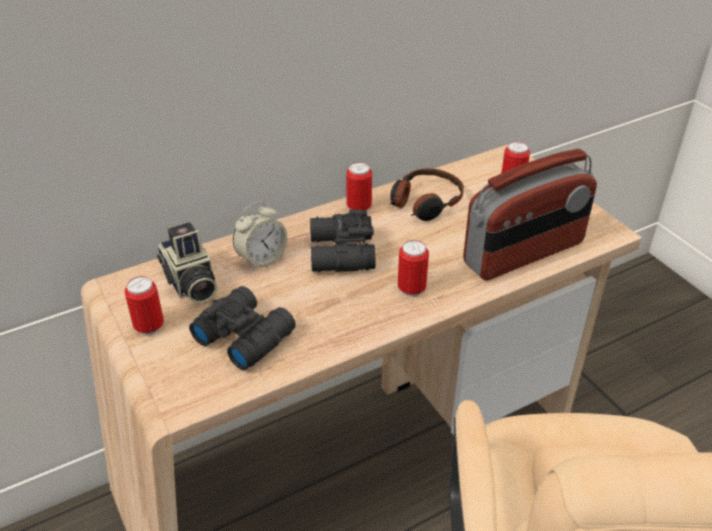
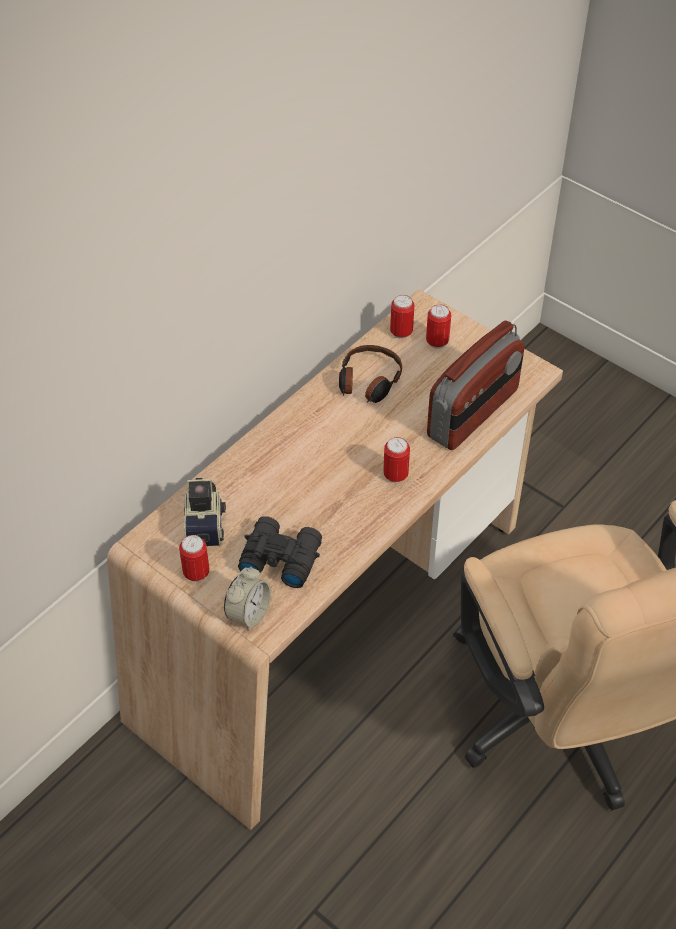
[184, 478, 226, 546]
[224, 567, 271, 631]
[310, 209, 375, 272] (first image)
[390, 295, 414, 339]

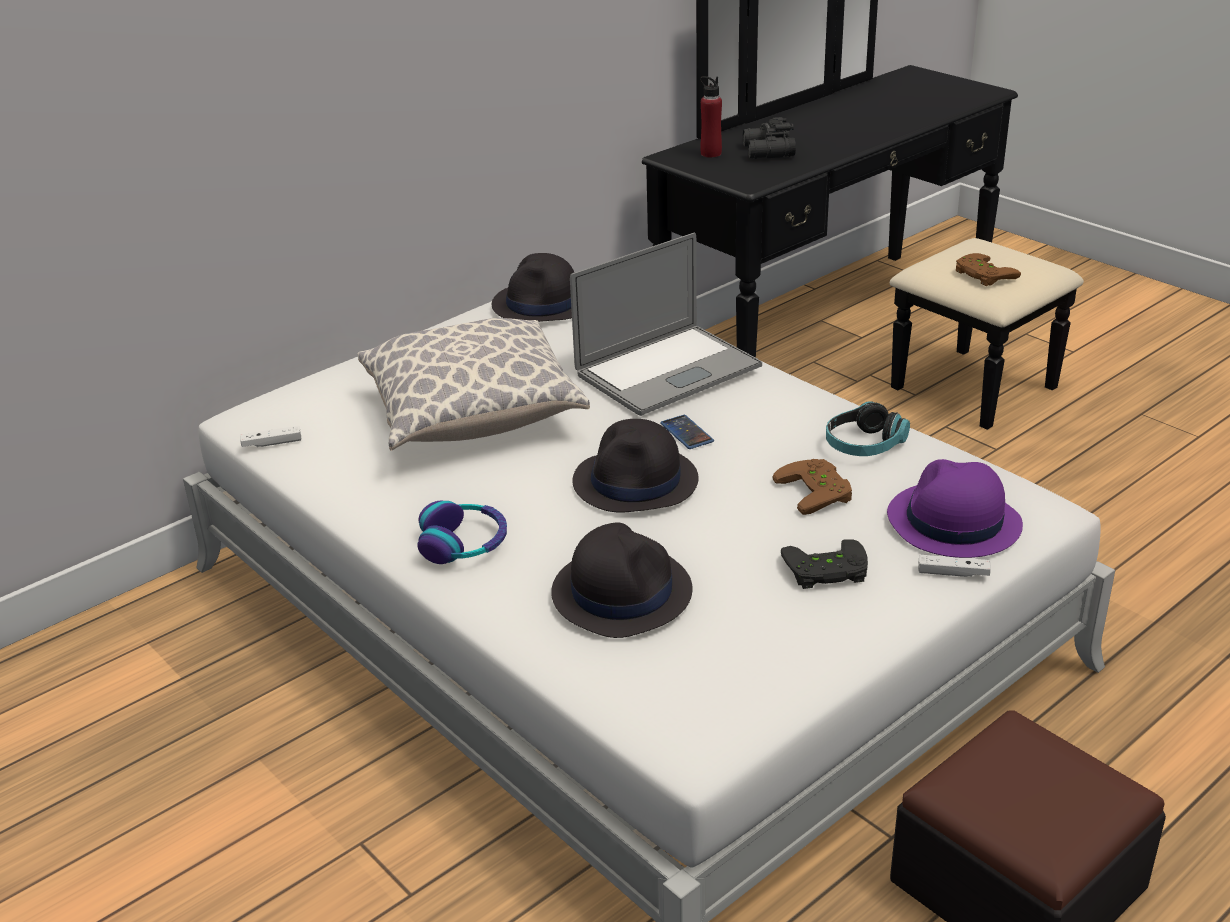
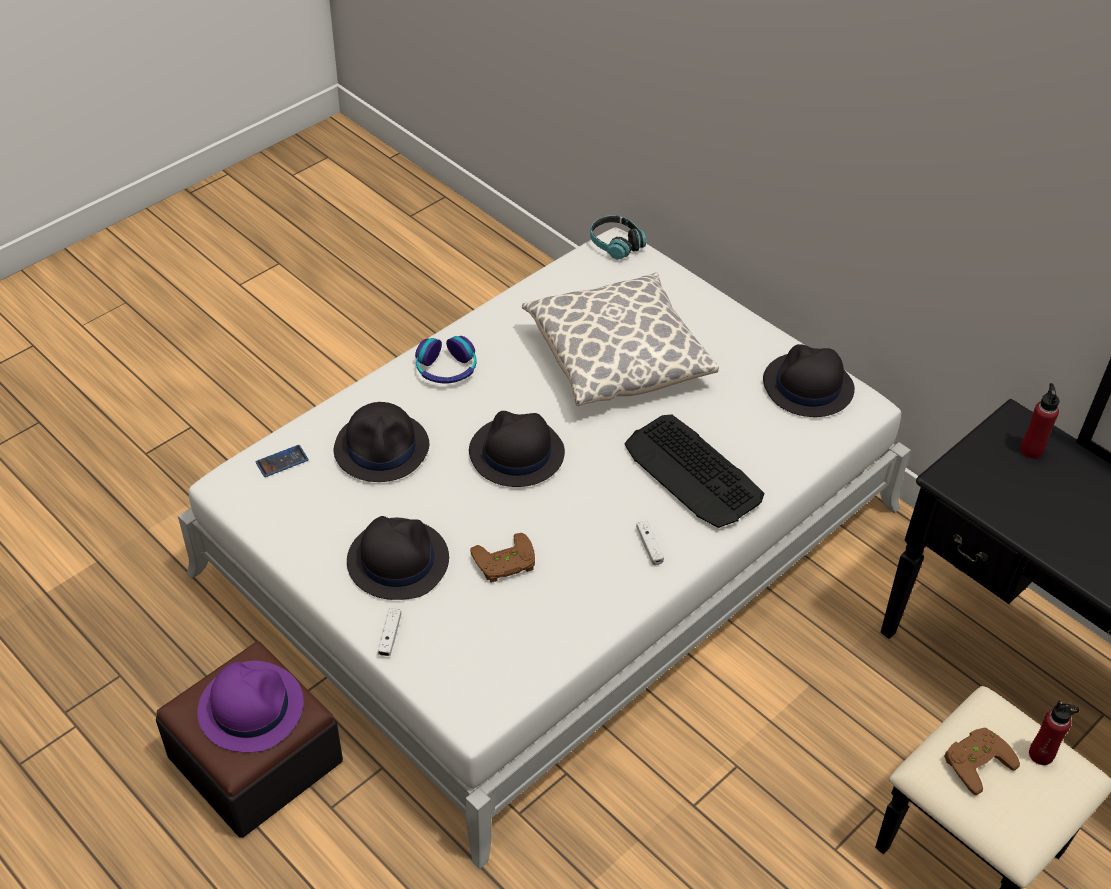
[636, 521, 664, 565]
[625, 414, 764, 528]
[256, 445, 309, 477]
[743, 117, 796, 159] (first image)
[347, 516, 449, 600]
[590, 215, 646, 260]
[197, 661, 304, 752]
[1029, 701, 1079, 765]

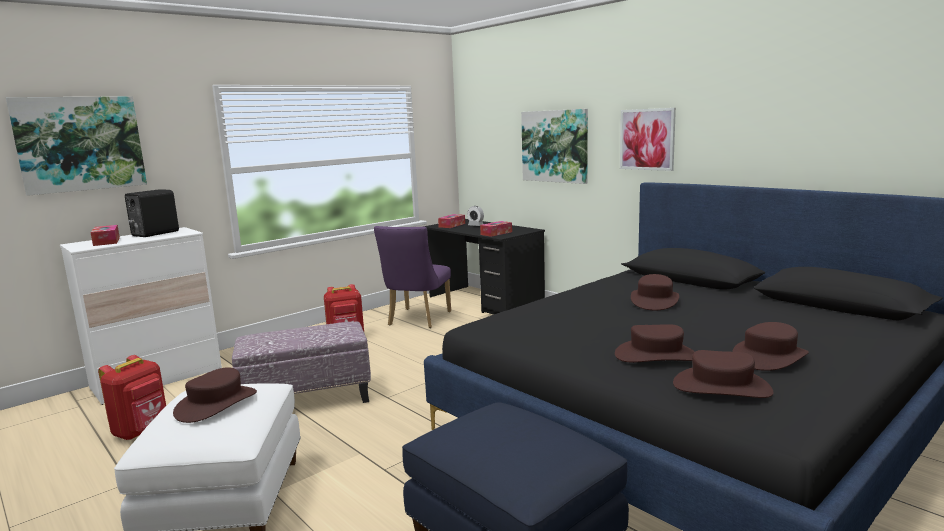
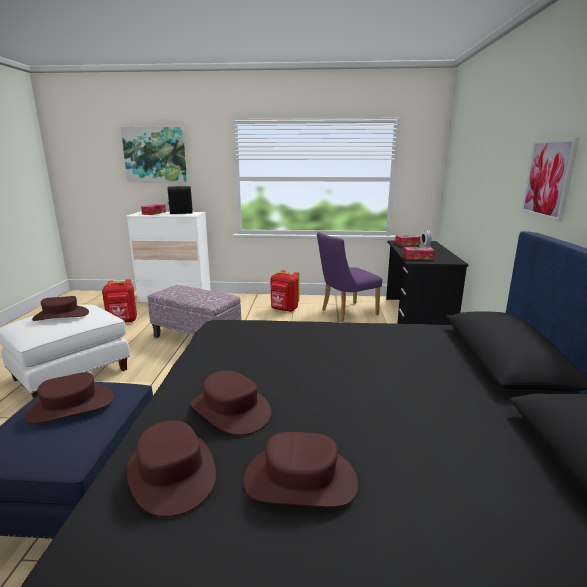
[521, 109, 588, 184] (first image)
[25, 372, 114, 424]

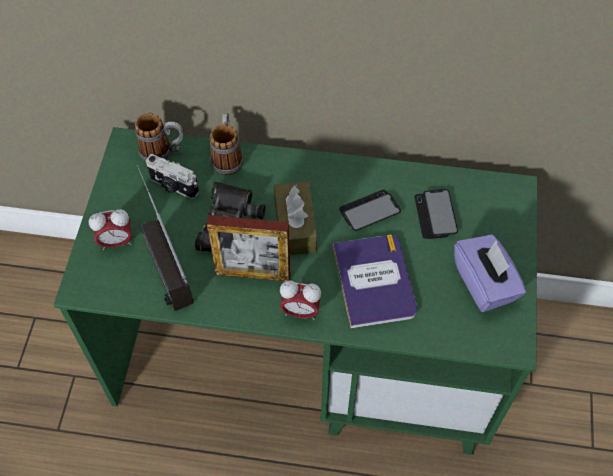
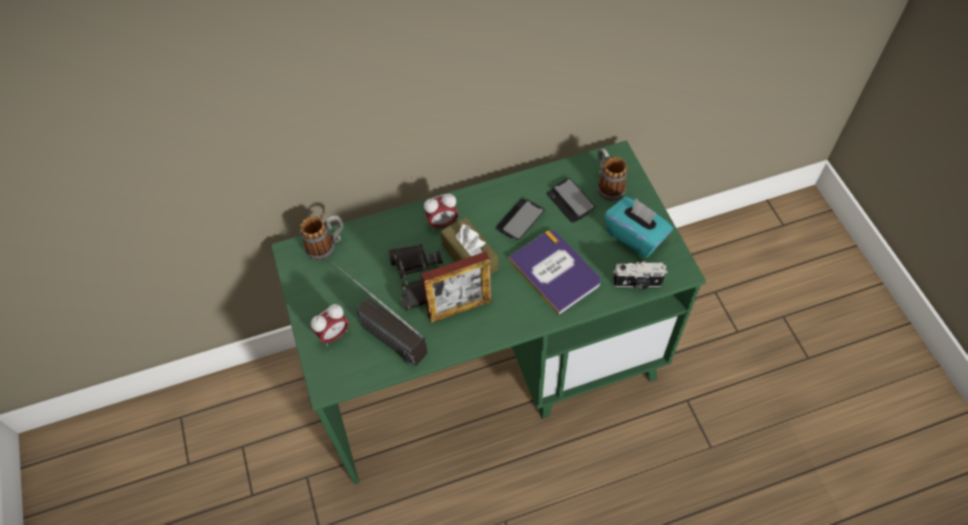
[613, 261, 667, 290]
[597, 148, 627, 201]
[424, 194, 458, 231]
[604, 196, 673, 258]

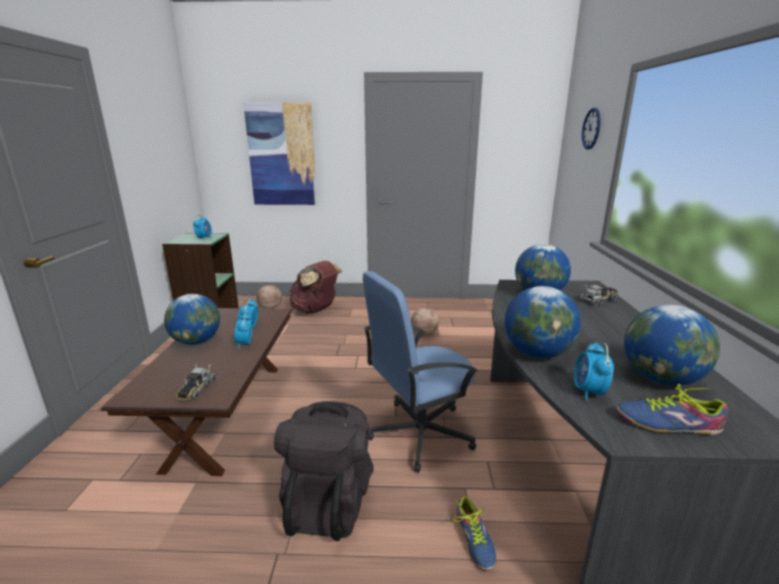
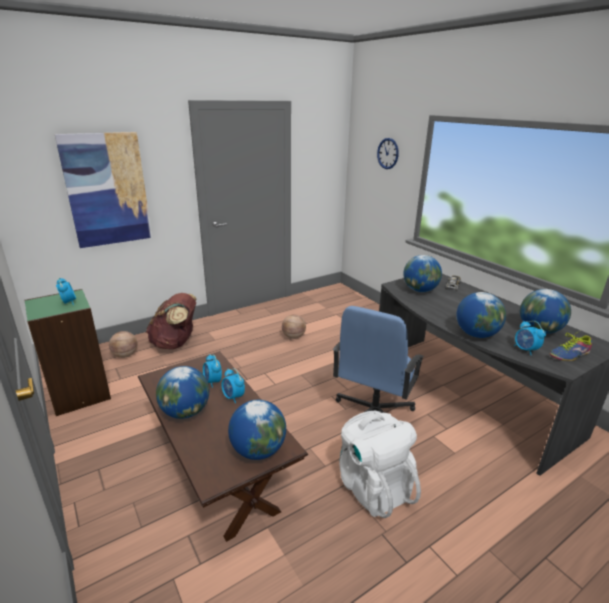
[228, 400, 286, 460]
[339, 410, 421, 518]
[453, 496, 496, 571] (first image)

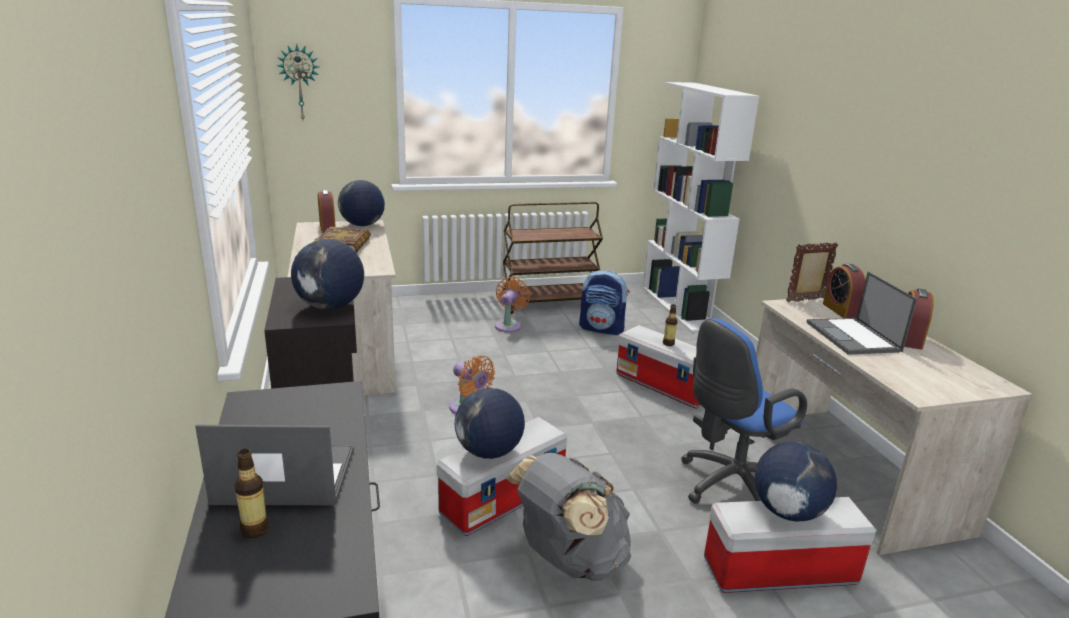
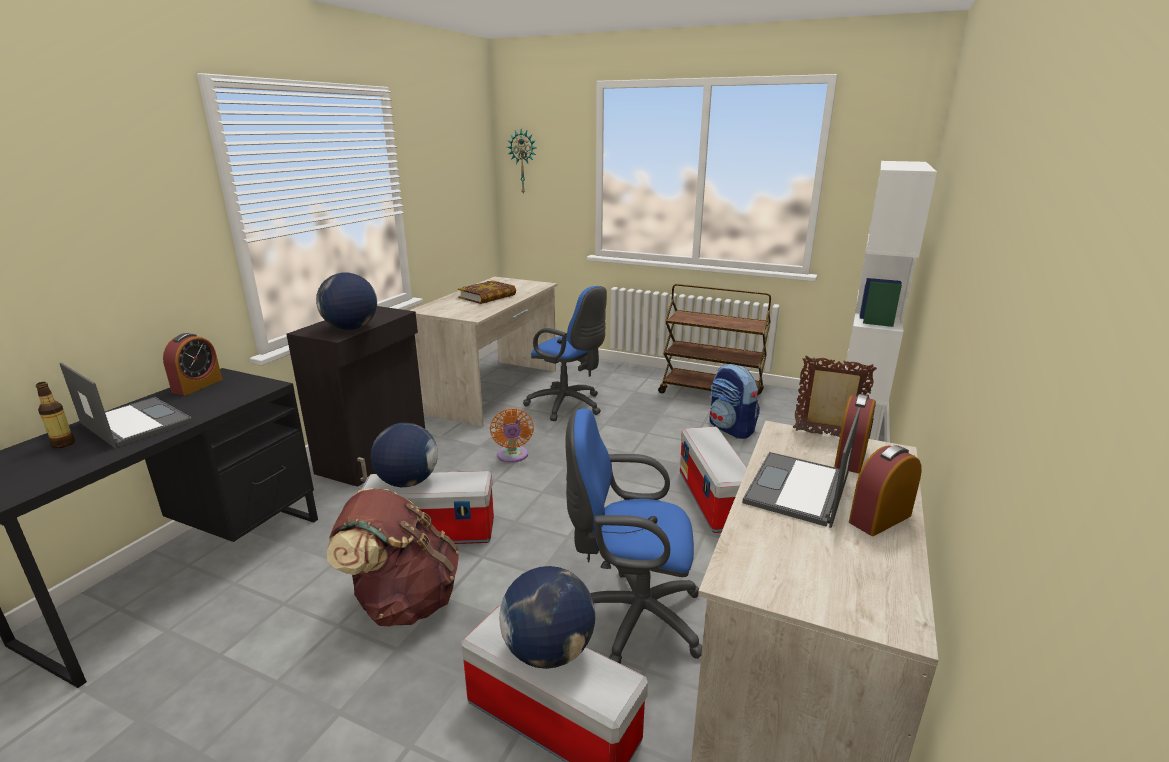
[163, 333, 222, 396]
[338, 180, 385, 226] (first image)
[495, 277, 530, 332] (first image)
[327, 488, 459, 626]
[663, 305, 677, 346] (first image)
[523, 286, 607, 421]

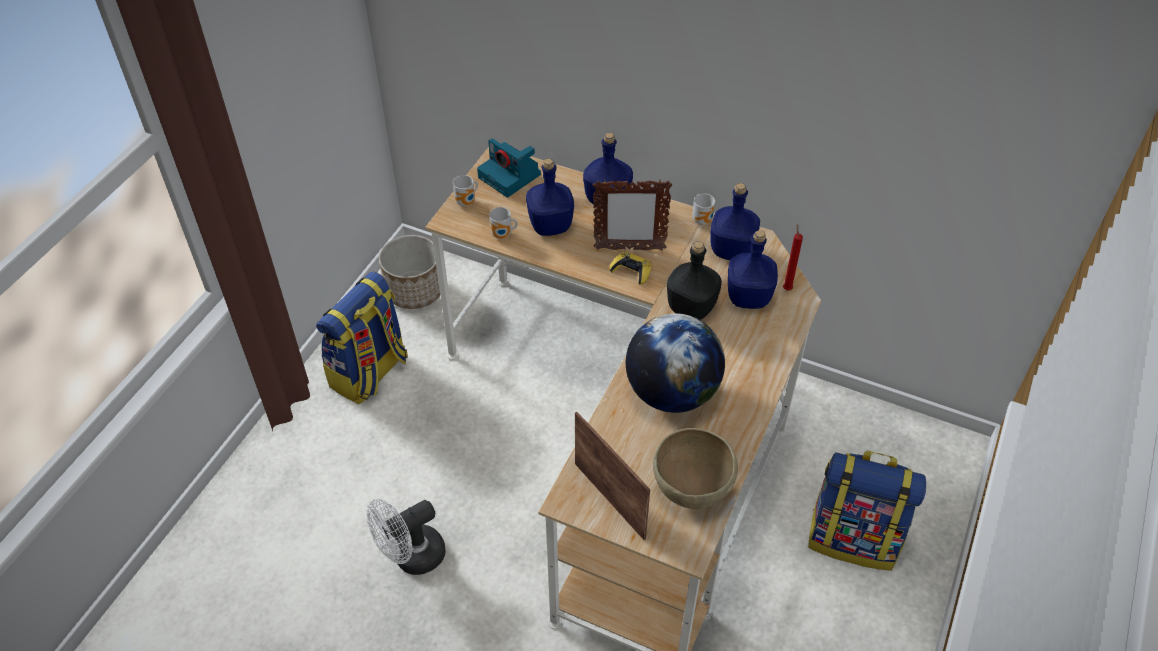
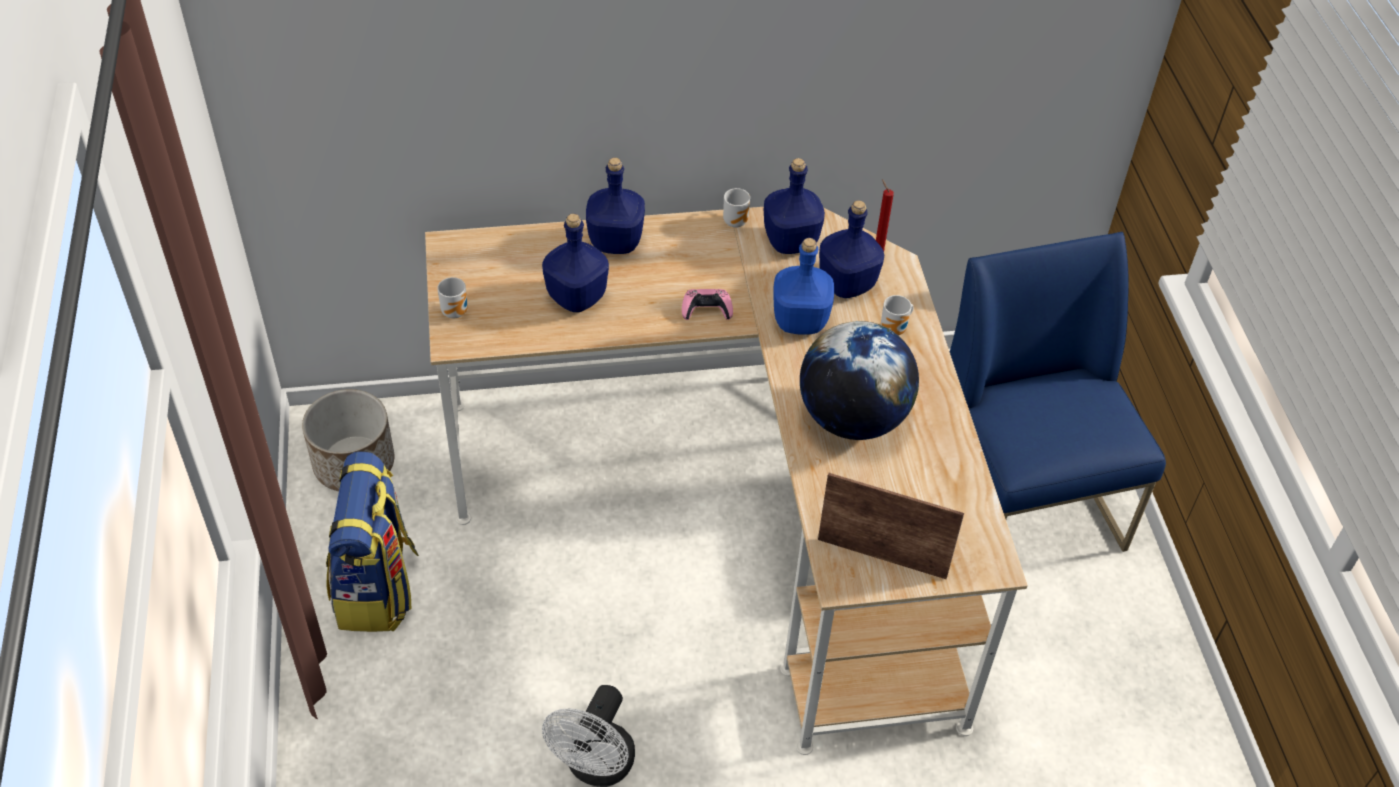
[477, 138, 541, 197] (first image)
[881, 295, 914, 336]
[593, 179, 672, 250] (first image)
[682, 289, 733, 320]
[653, 428, 738, 509] (first image)
[773, 238, 834, 335]
[950, 232, 1166, 552]

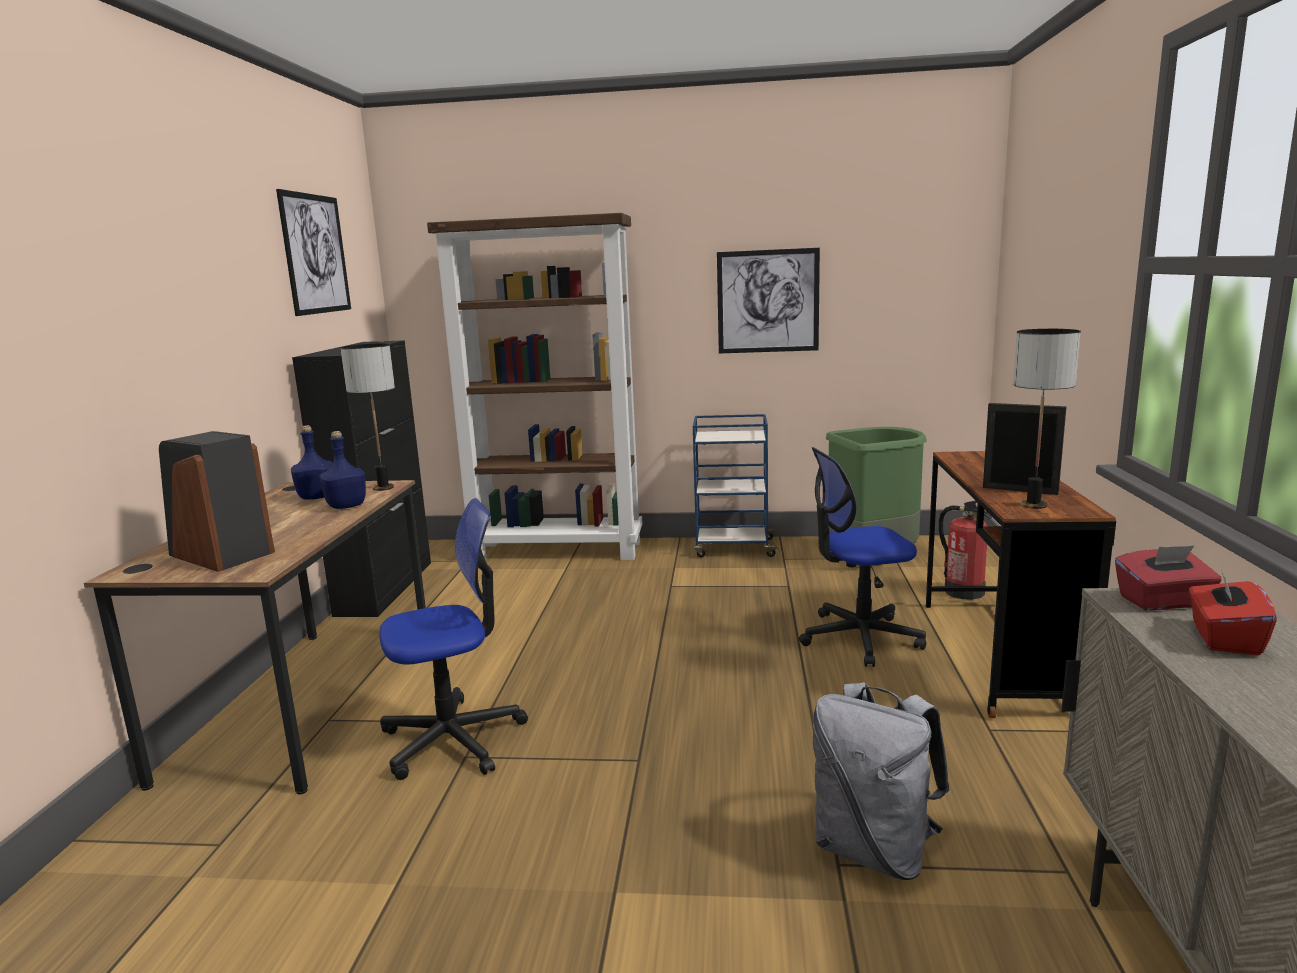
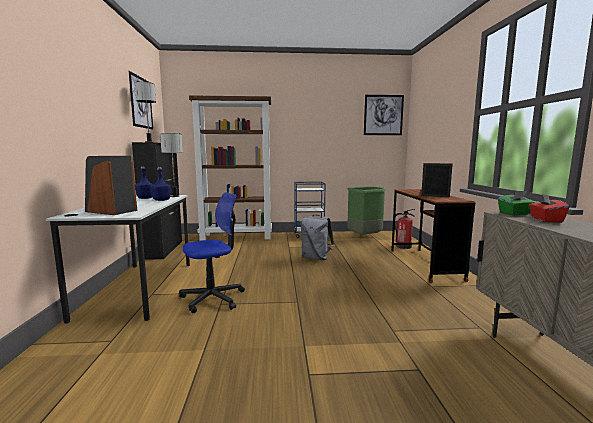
[46, 195, 190, 324]
[364, 95, 404, 135]
[799, 447, 926, 667] (first image)
[301, 215, 334, 260]
[135, 82, 156, 142]
[498, 191, 537, 215]

